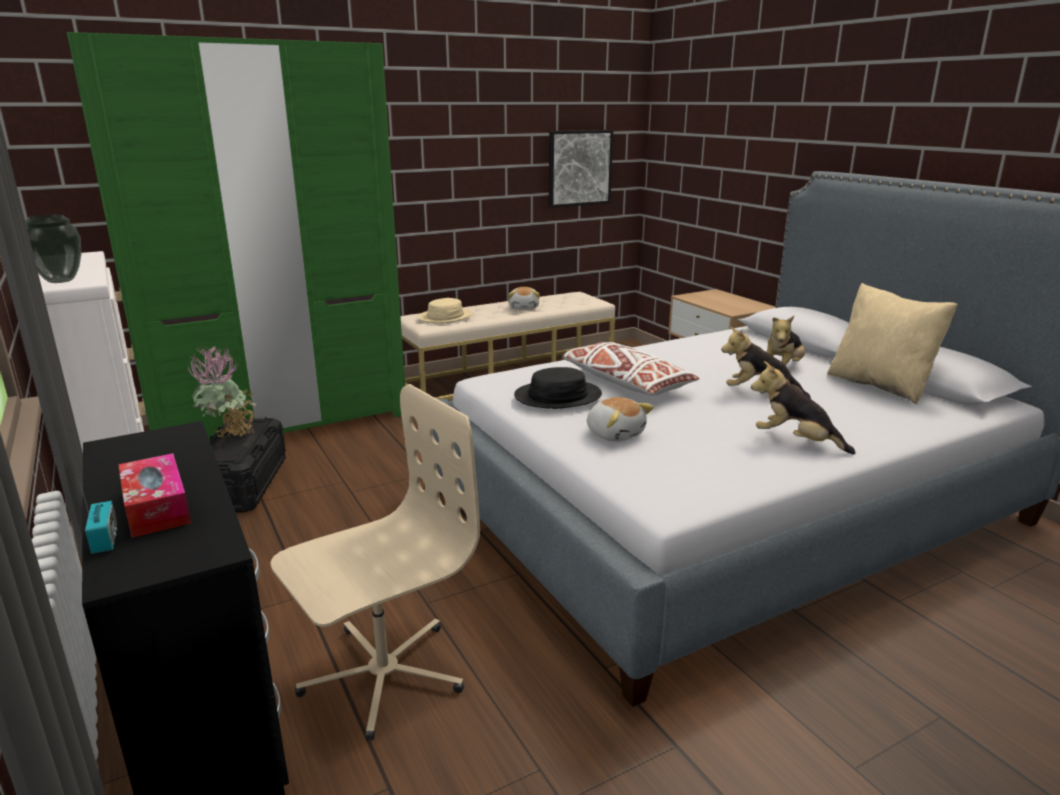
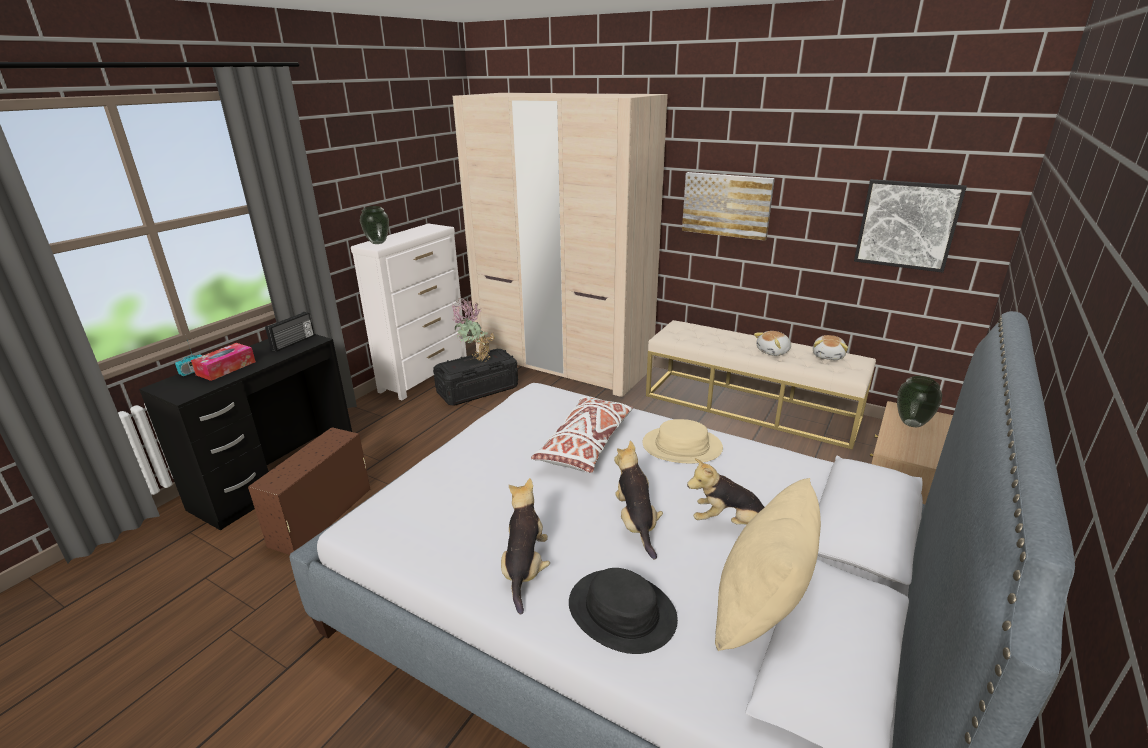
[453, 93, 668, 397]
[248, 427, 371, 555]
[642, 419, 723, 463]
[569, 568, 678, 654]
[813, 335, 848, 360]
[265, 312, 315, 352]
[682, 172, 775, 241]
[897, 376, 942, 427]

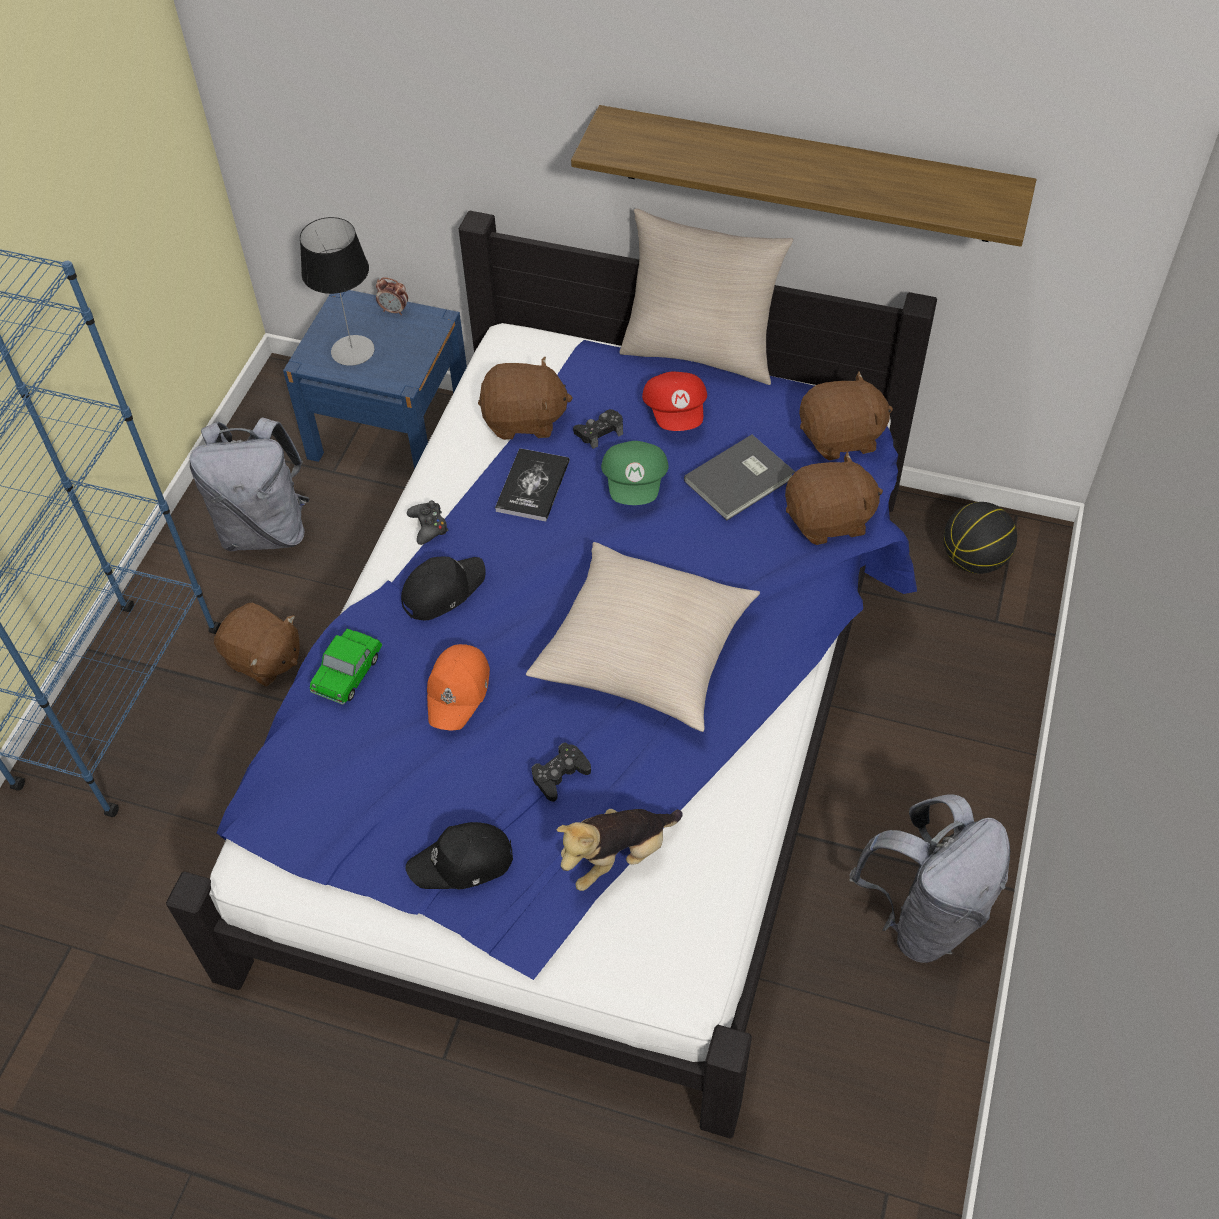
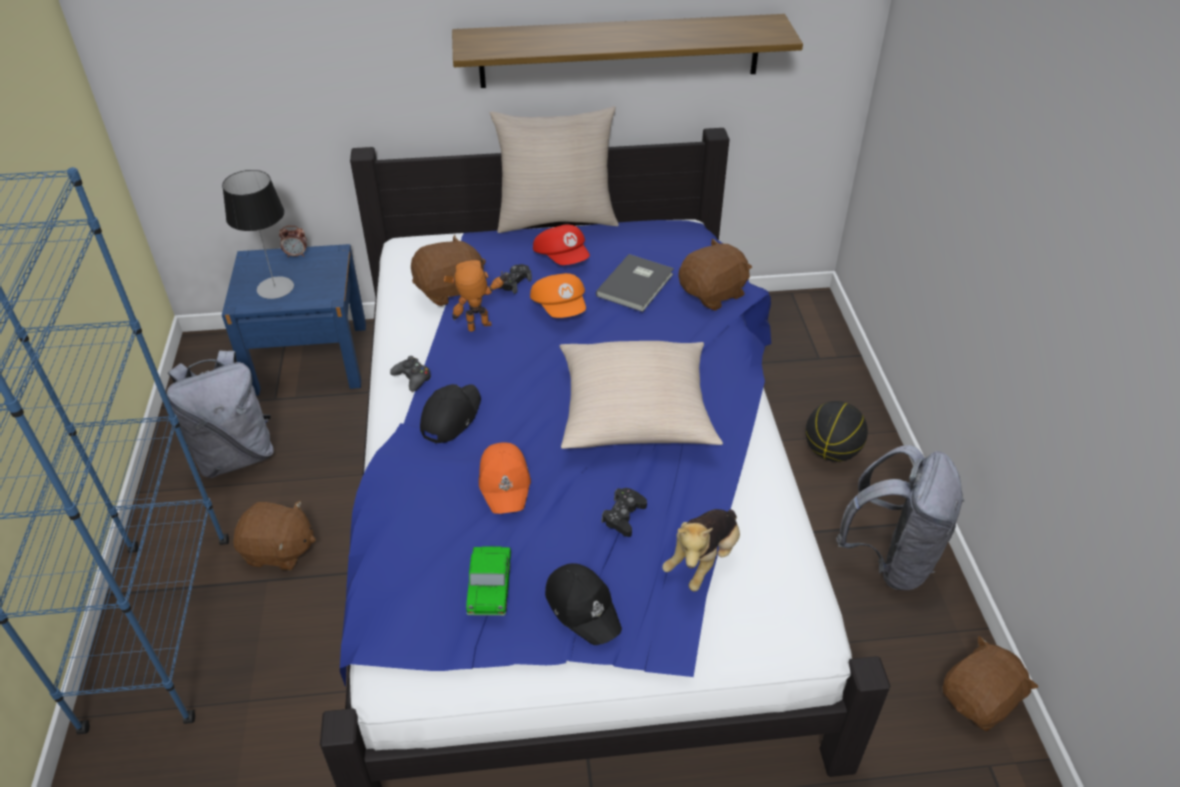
[466, 546, 511, 616]
[545, 563, 622, 645]
[444, 260, 509, 332]
[530, 273, 586, 318]
[943, 636, 1038, 731]
[805, 401, 868, 462]

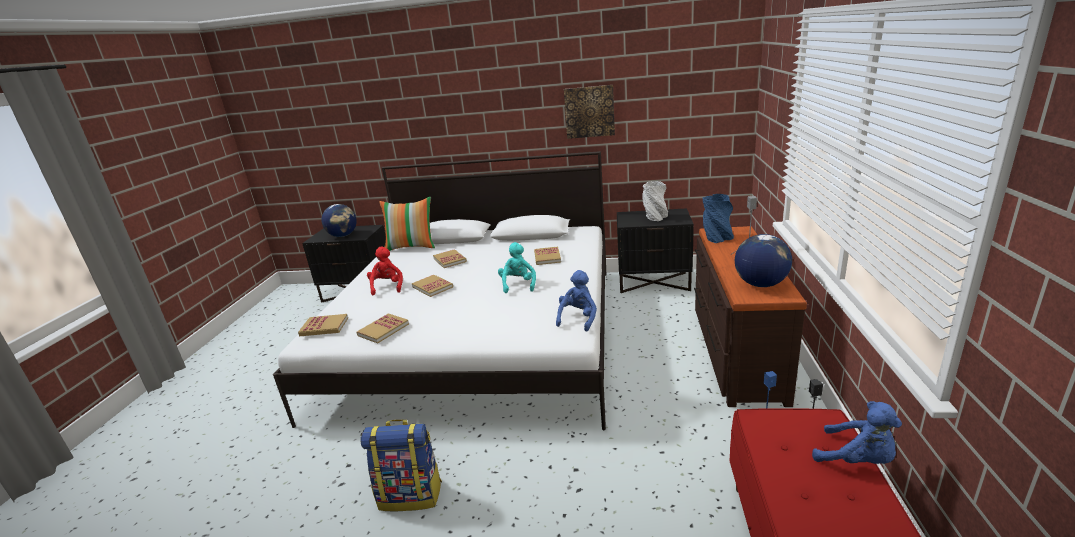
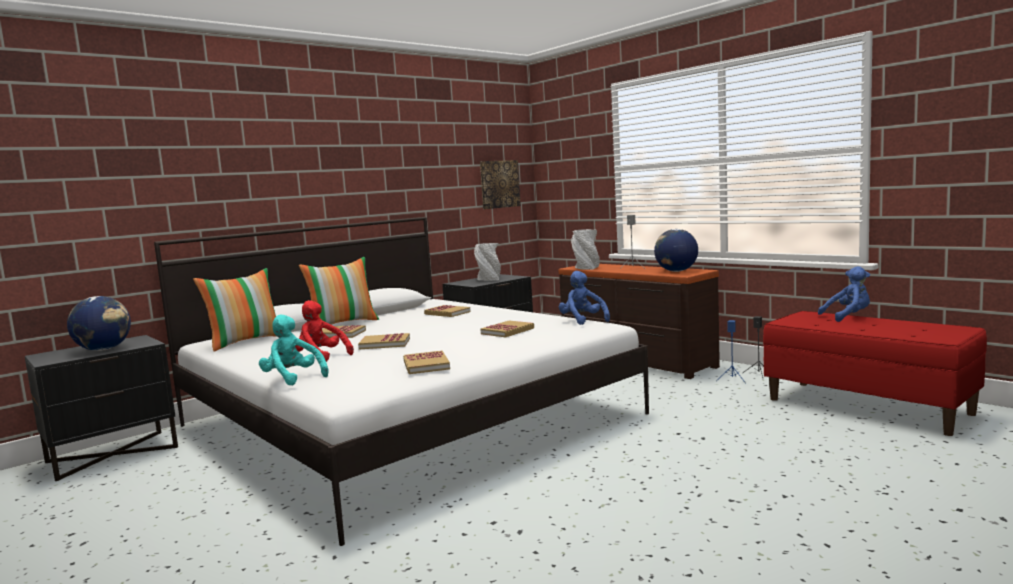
[480, 320, 534, 337]
[360, 419, 442, 512] (first image)
[259, 315, 329, 385]
[480, 160, 521, 209]
[571, 229, 600, 270]
[299, 257, 379, 325]

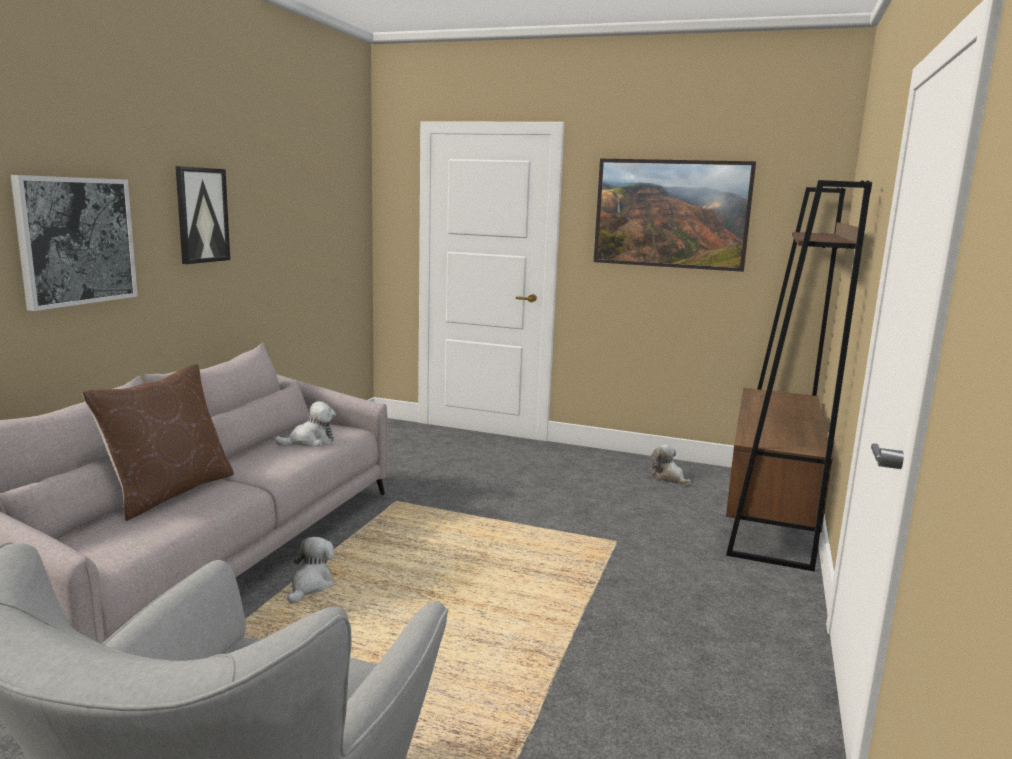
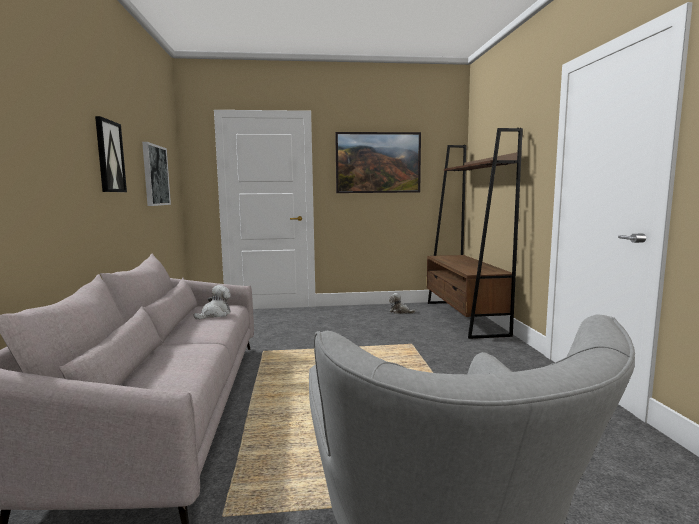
[142, 142, 171, 206]
[82, 364, 234, 521] (first image)
[287, 537, 334, 604] (first image)

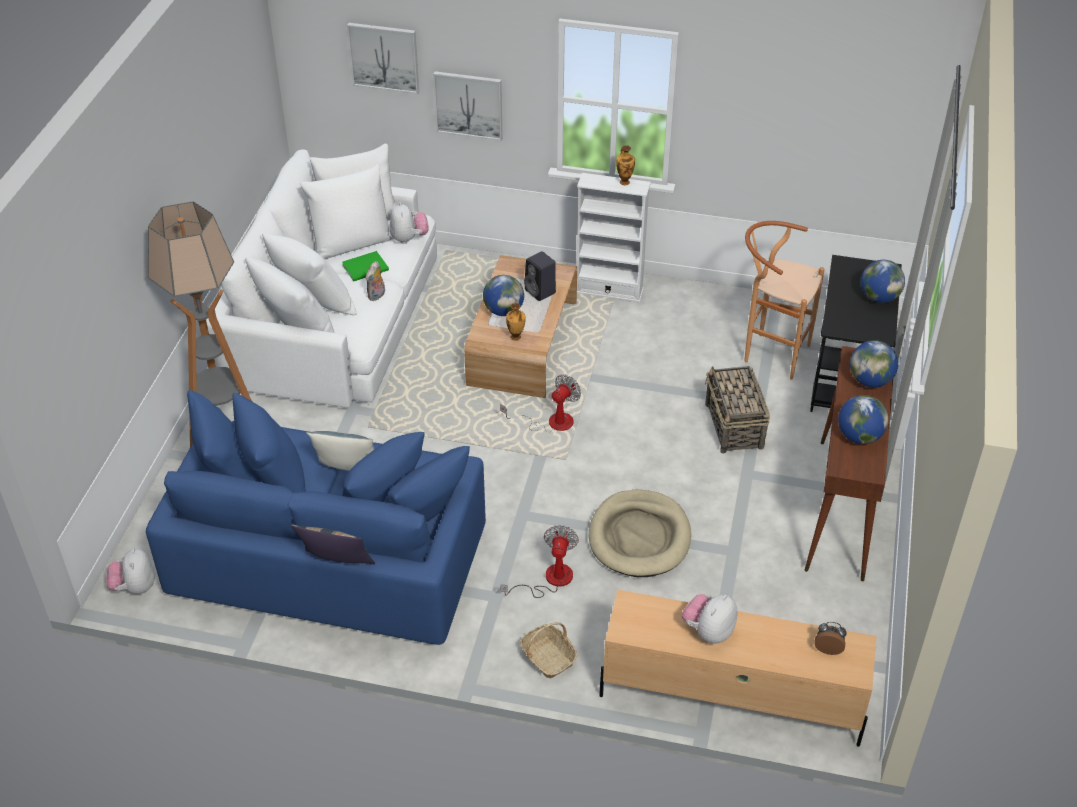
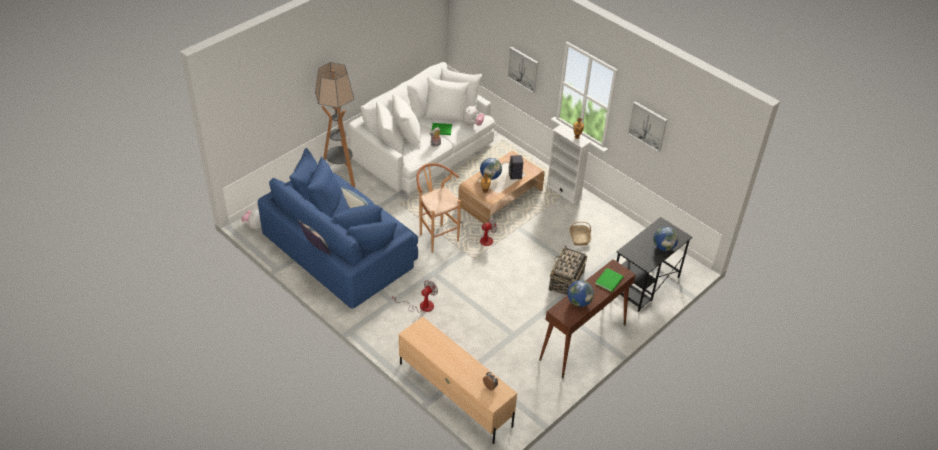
[628, 101, 667, 152]
[569, 221, 591, 246]
[589, 490, 691, 577] (first image)
[682, 594, 737, 643] (first image)
[416, 163, 461, 253]
[595, 268, 624, 292]

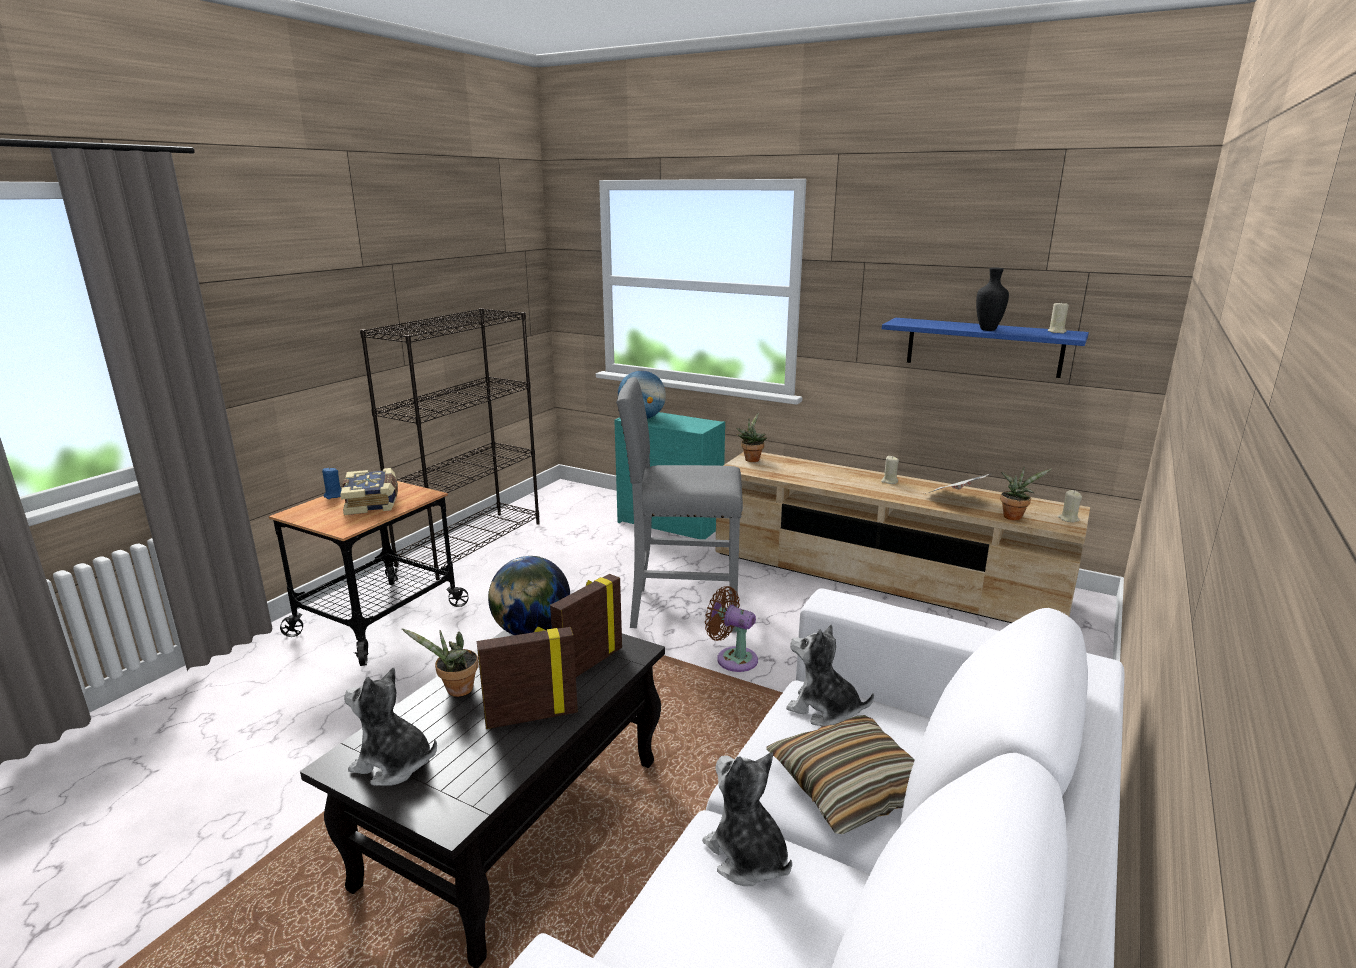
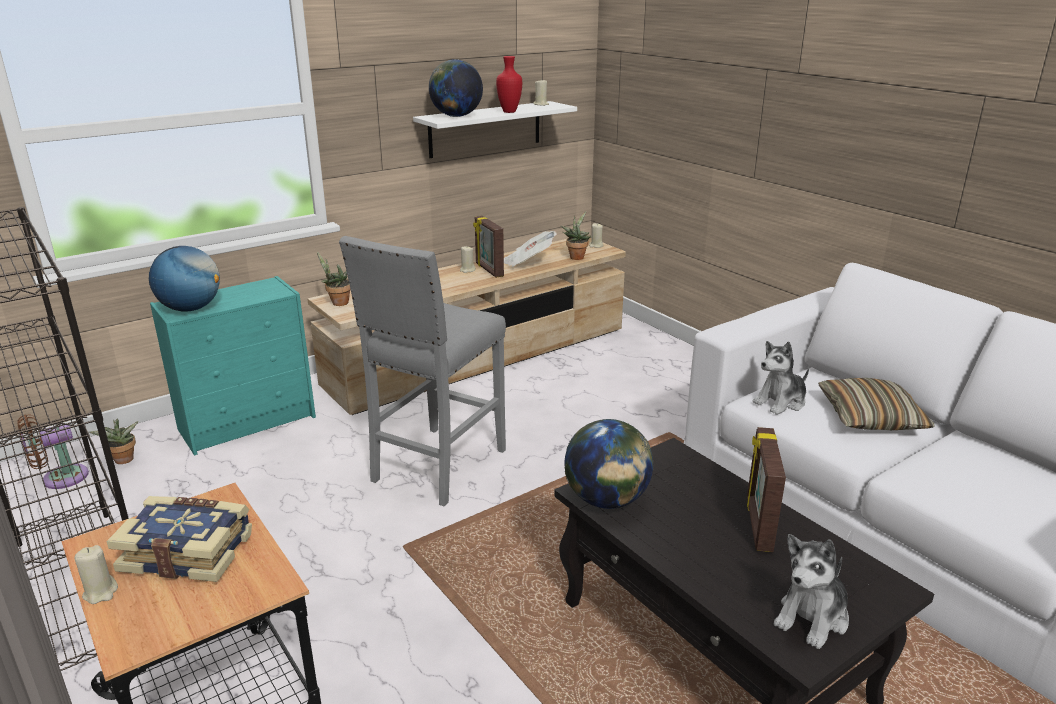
[75, 545, 118, 604]
[89, 419, 139, 464]
[473, 216, 504, 278]
[702, 752, 792, 886] (first image)
[17, 414, 89, 489]
[413, 101, 577, 158]
[496, 56, 522, 113]
[429, 59, 483, 117]

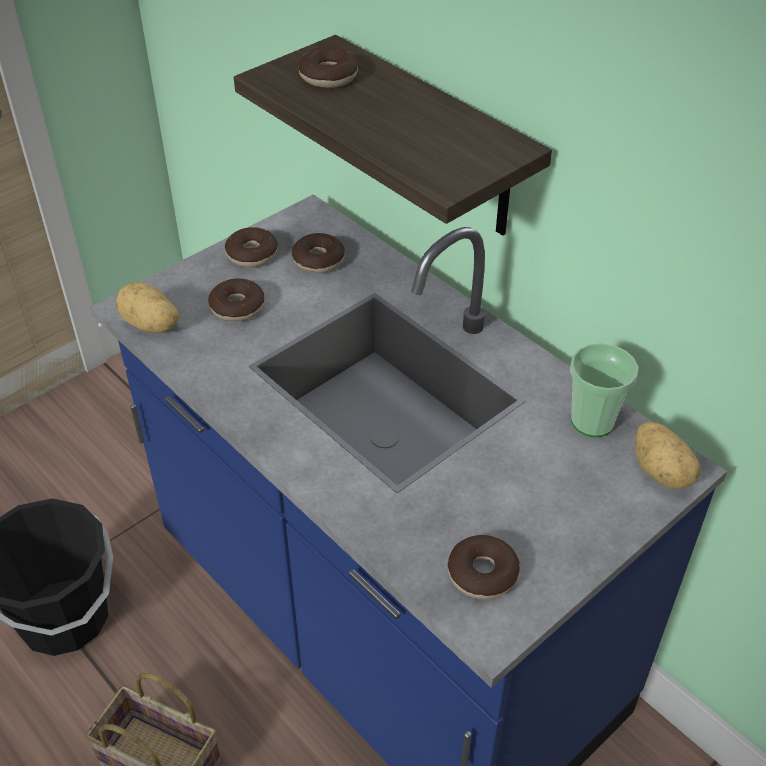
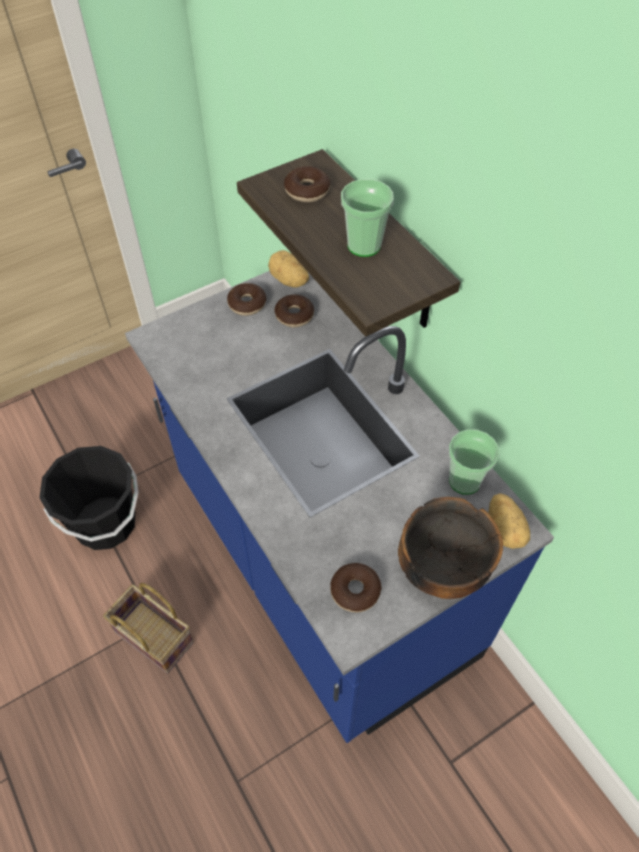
[268, 250, 309, 287]
[208, 279, 265, 322] (first image)
[341, 179, 394, 257]
[398, 497, 503, 599]

